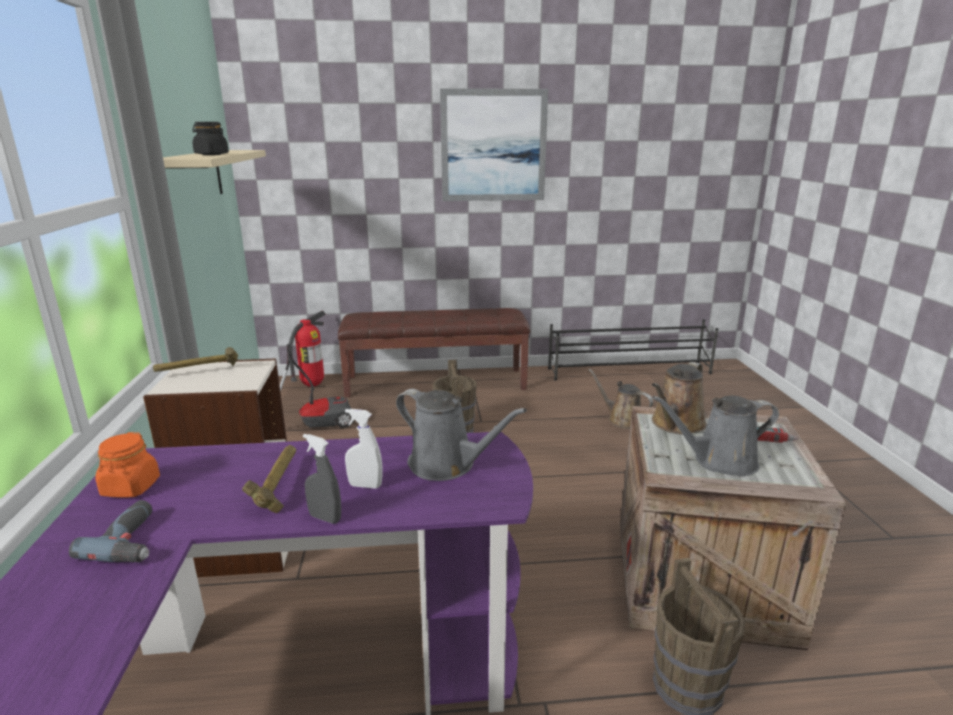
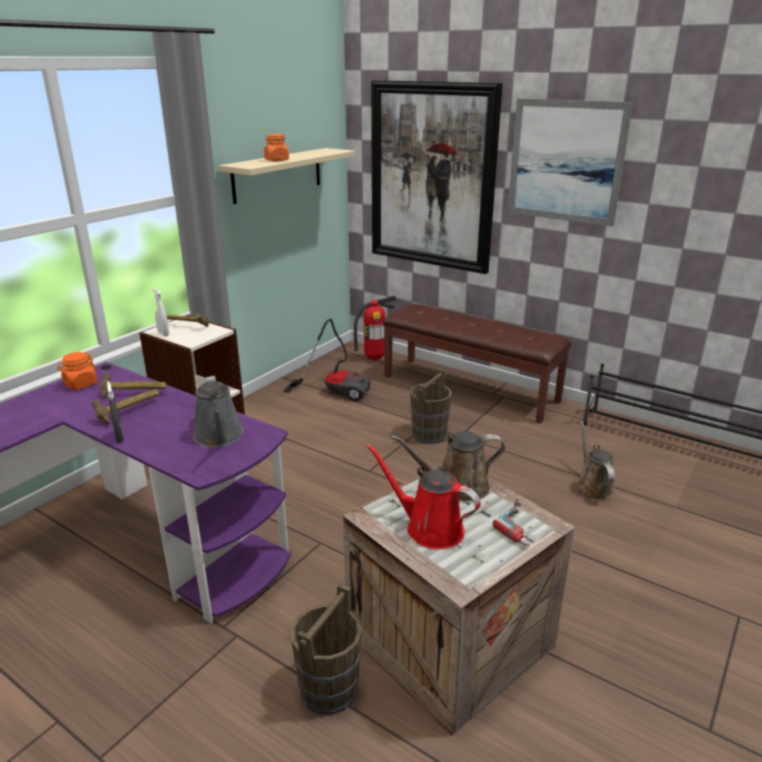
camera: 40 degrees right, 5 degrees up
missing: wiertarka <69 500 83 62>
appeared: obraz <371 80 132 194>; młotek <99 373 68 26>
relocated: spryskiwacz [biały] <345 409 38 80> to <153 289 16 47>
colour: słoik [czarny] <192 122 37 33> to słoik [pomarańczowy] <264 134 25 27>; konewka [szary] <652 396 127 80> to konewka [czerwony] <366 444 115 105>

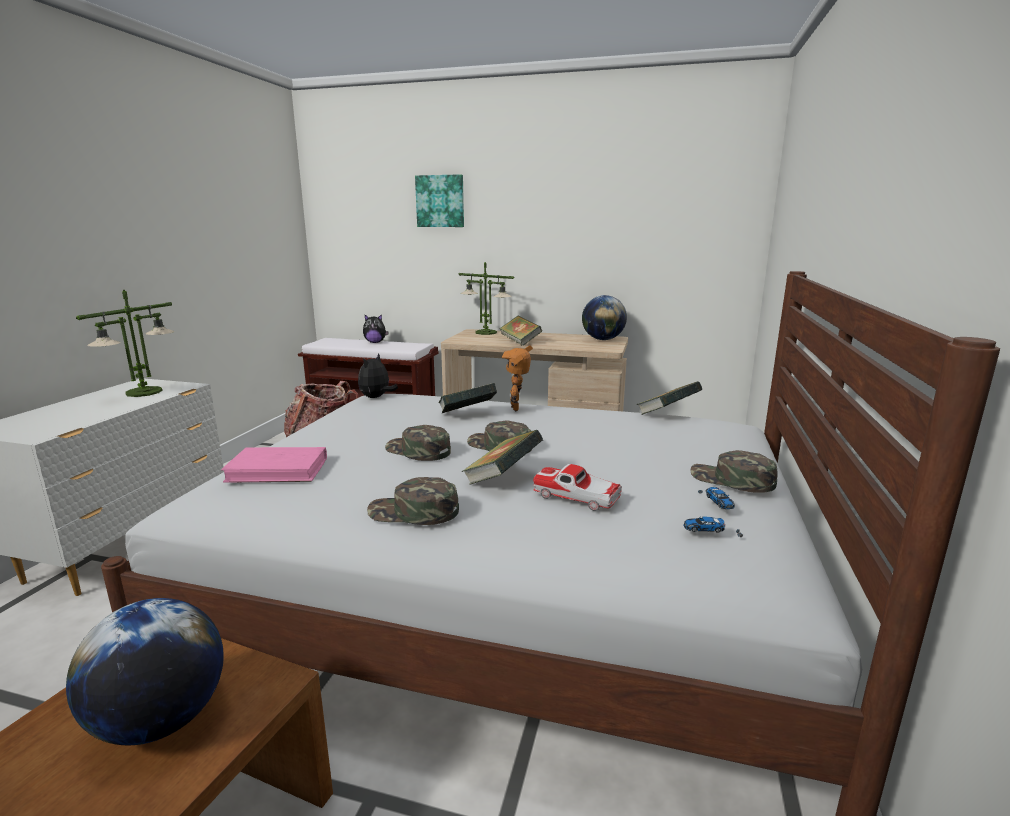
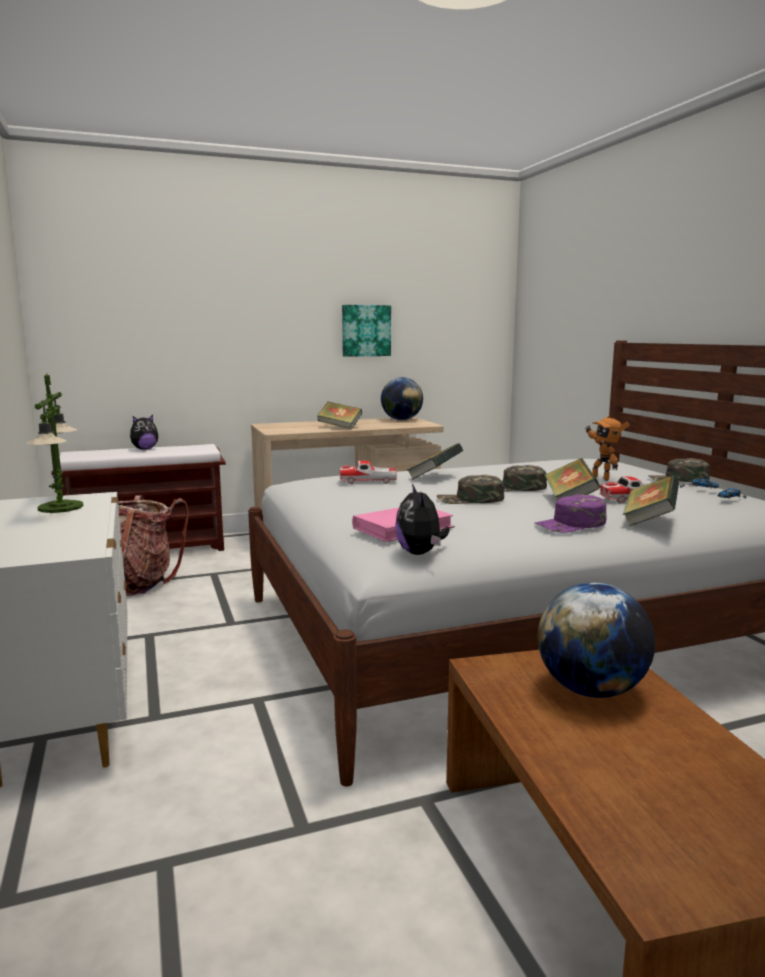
camera: 35 degrees left, 5 degrees down
missing: lampa stołowa <459 262 55 73>
appeared: samochodzik <339 461 58 23>
relocated: obraz <415 174 49 53> to <342 305 49 52>; robot zabawkowy <502 345 31 66> to <585 415 45 66>; pluszak <358 354 40 44> to <395 484 54 71>; książka <637 381 66 34> to <623 476 56 50>
colour: czapka z daszkiem [zielony] <367 477 92 48> to czapka z daszkiem [fioletowy] <534 494 73 39>

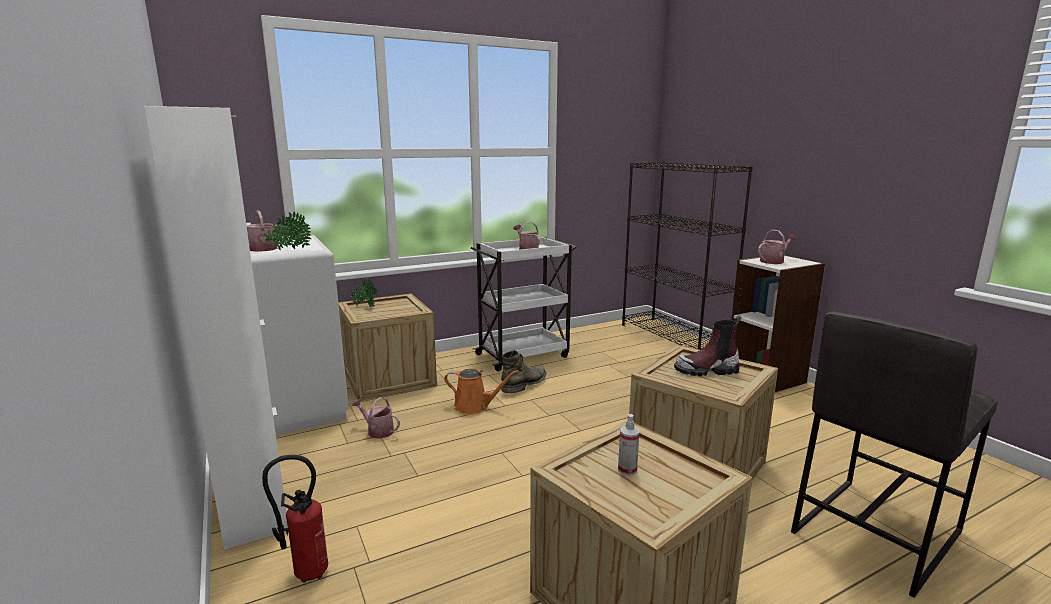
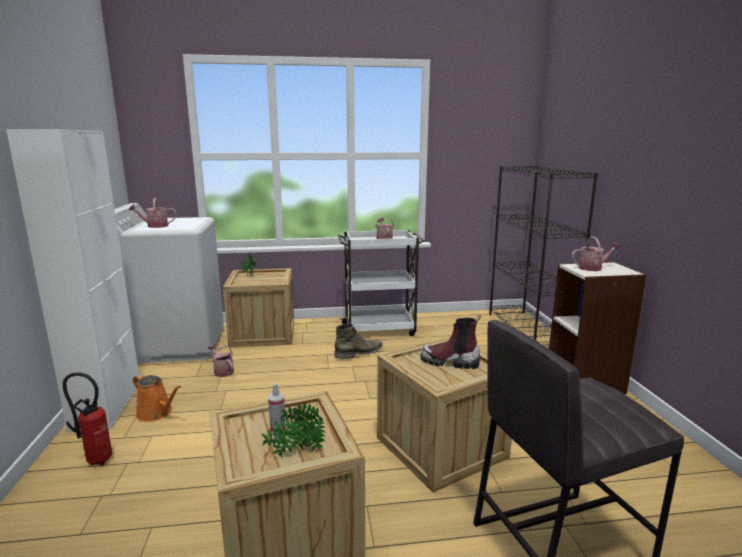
camera: 20 degrees right, 0 degrees up
relocated: roślina doniczkowa <264 211 47 40> to <262 403 63 54>; konewka [pomarańczowy] <444 369 75 46> to <133 374 48 48>

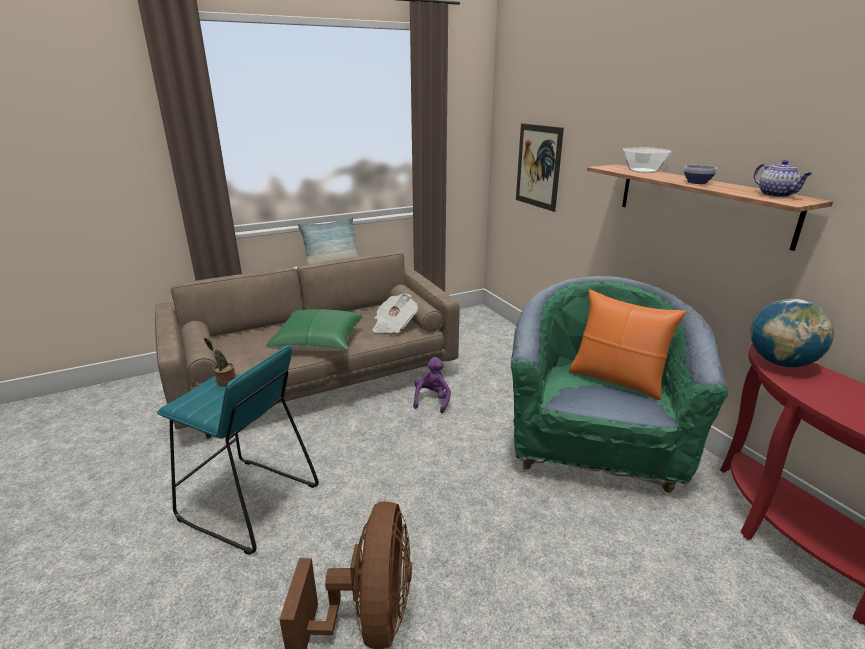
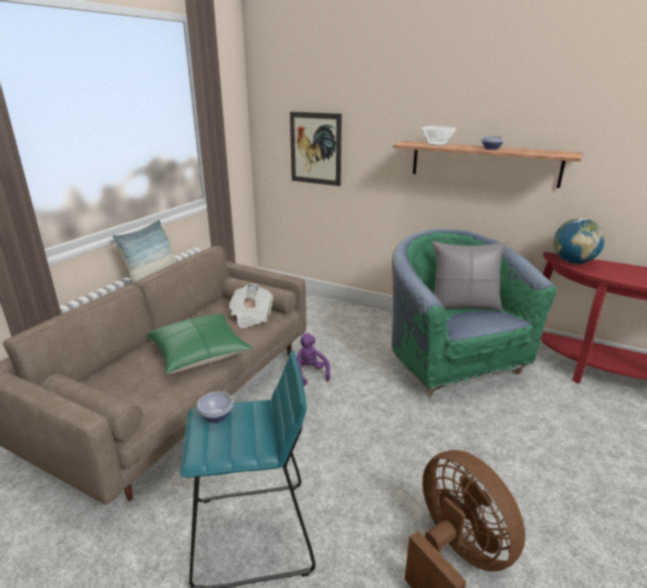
camera: 35 degrees left, 0 degrees up
missing: imbryk <754 160 58 37>
exchanged: roślina doniczkowa <204 338 32 49> to miska <197 392 36 31>
colour: poduszka [pomarańczowy] <569 290 117 110> to poduszka [szary] <432 241 73 70>

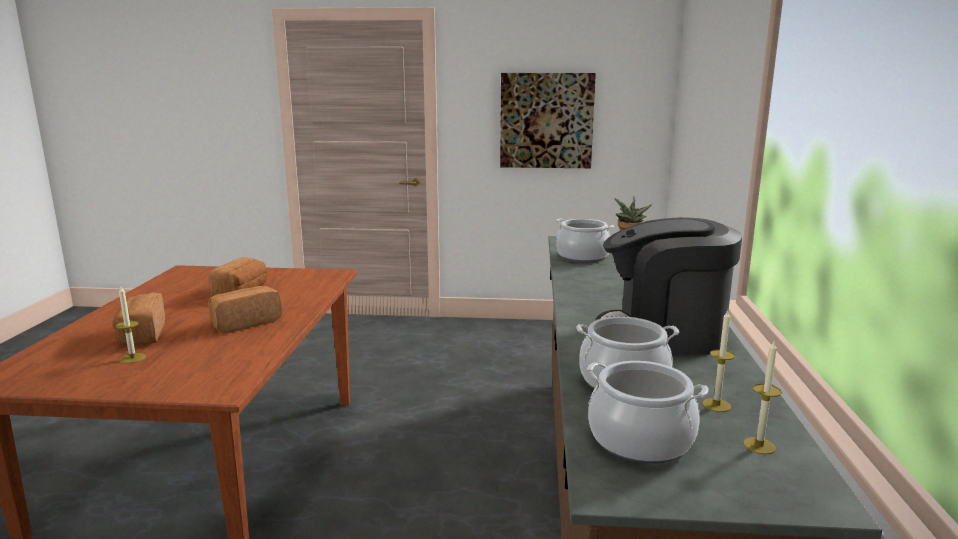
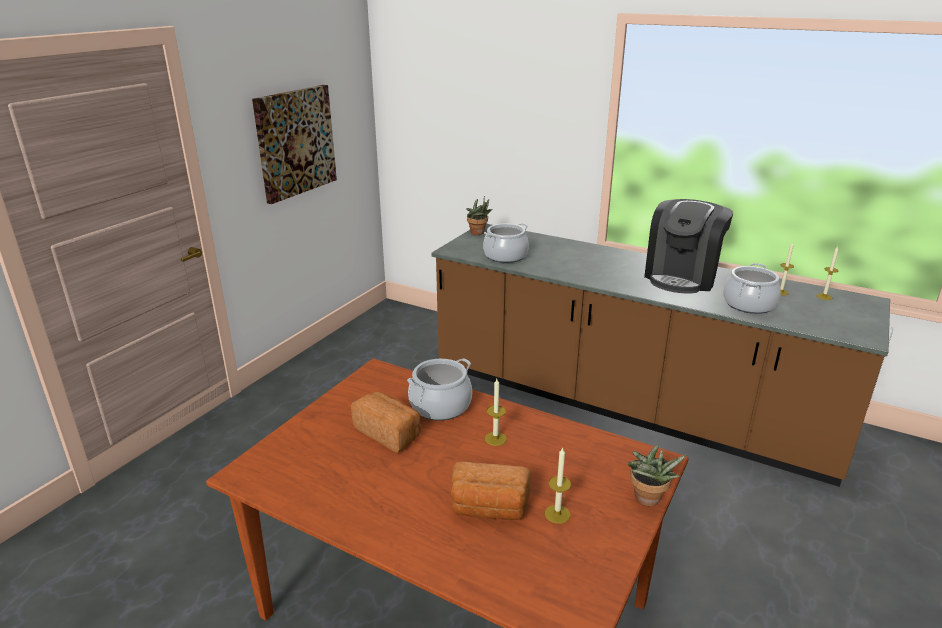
camera: 65 degrees left, 10 degrees up
appeared: roślina doniczkowa <627 445 60 61>
relocated: garnek <587 361 121 102> to <407 358 65 63>
exchanged: chleb <208 286 74 47> to świeca <485 379 22 67>

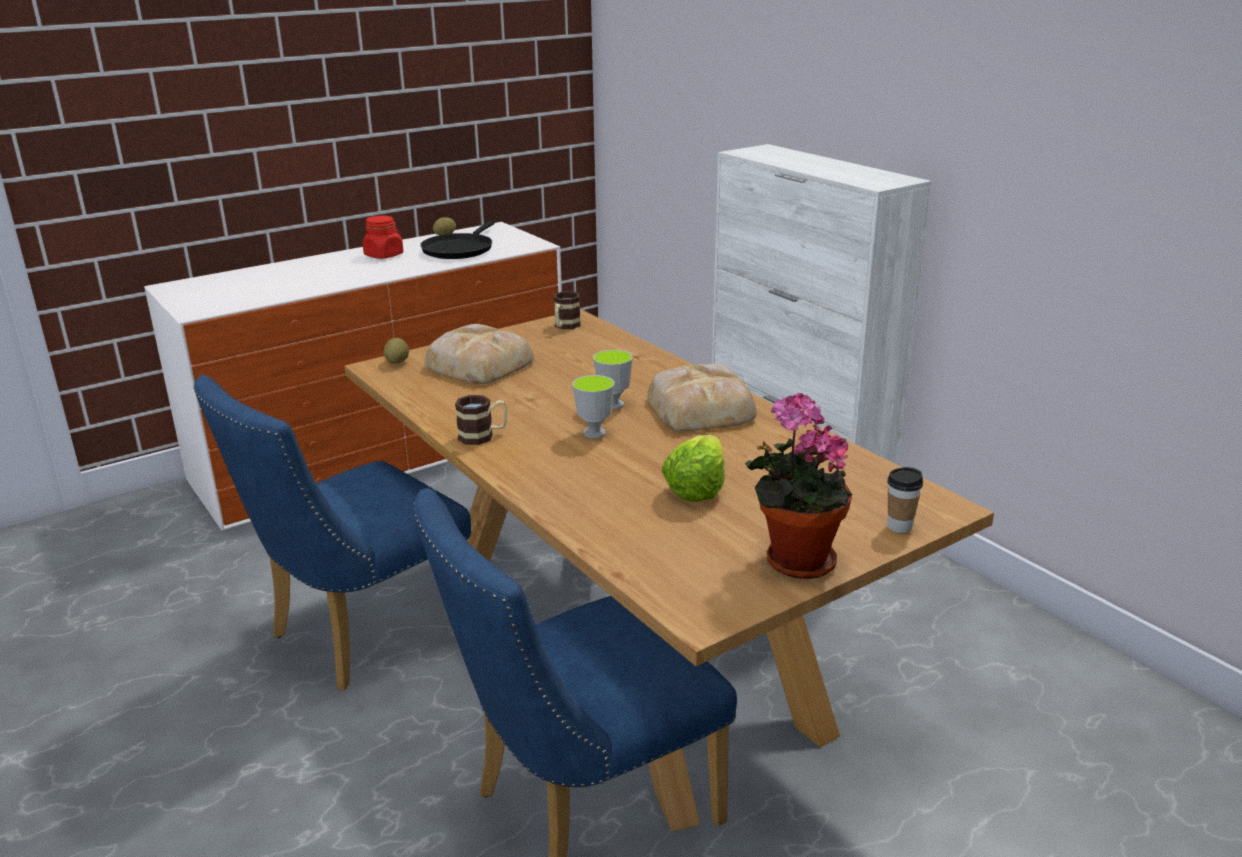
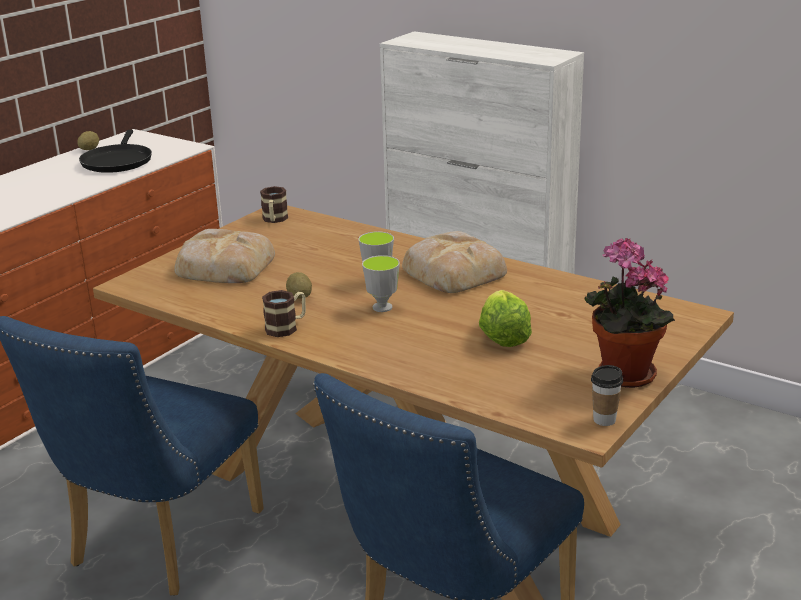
camera: 20 degrees left, 0 degrees up
missing: słoik [czerwony] <363 216 40 43>
relocated: ziemniak <383 338 26 25> to <286 272 26 27>; filiżanka <887 467 36 66> to <591 365 32 61>

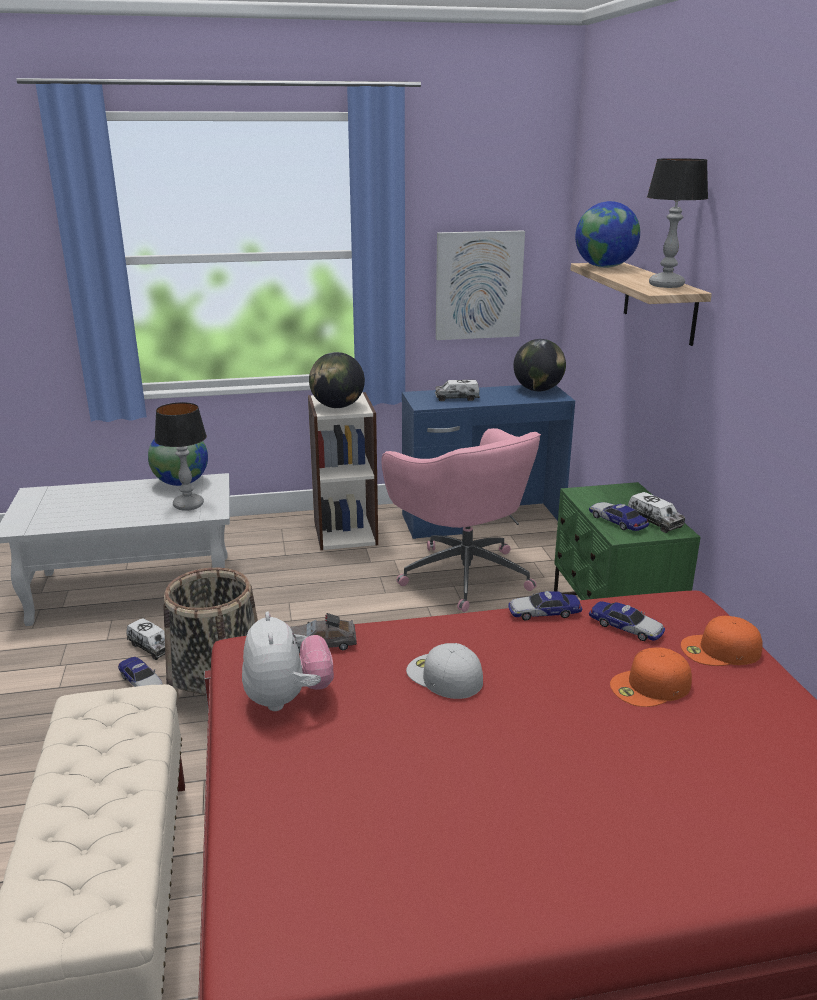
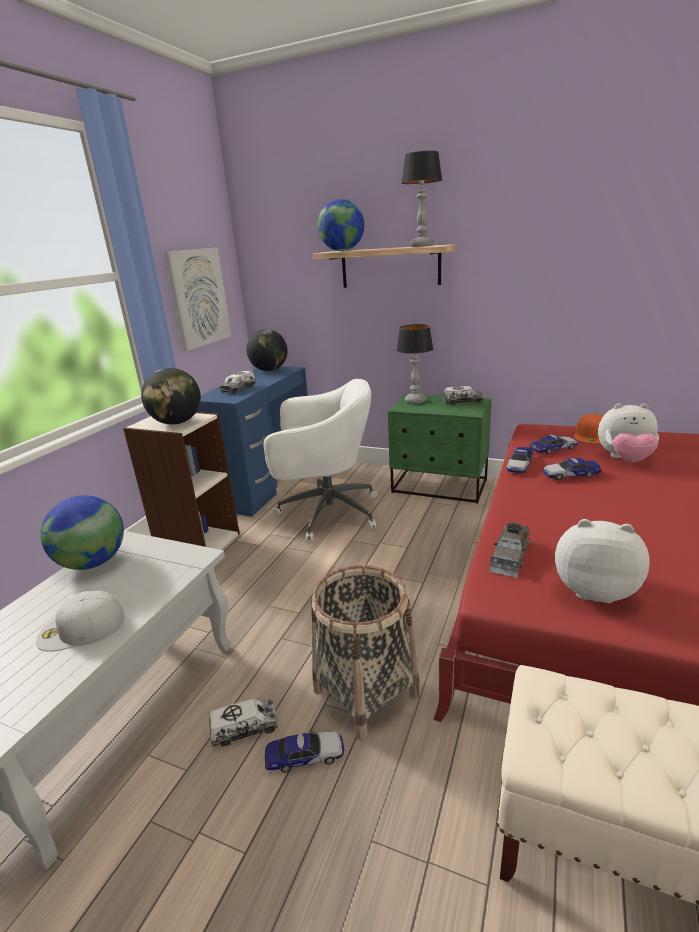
camera: 55 degrees left, 0 degrees up
relocated: lampa stołowa <154 402 53 109> to <396 324 37 80>; samochodzik <589 502 60 29> to <542 458 60 22>; czapka z daszkiem [biały] <406 643 77 56> to <36 591 89 61>
exchanged: czapka z daszkiem [pomarańczowy] <610 648 82 59> to pluszak <598 403 61 59>
colour: krzesło biurowe [różowy] <381 428 160 184> to krzesło biurowe [biały] <264 379 114 163>

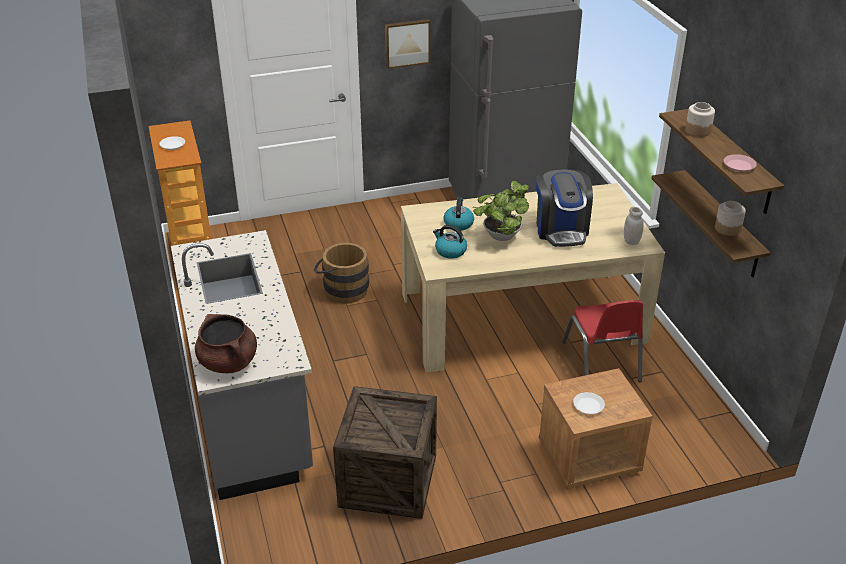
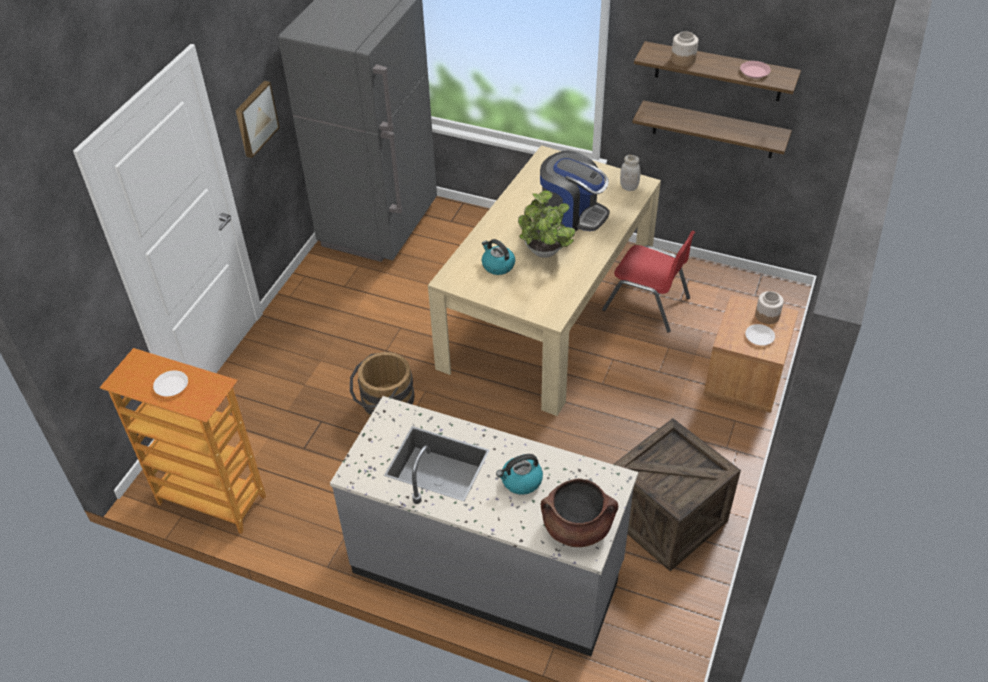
camera: 50 degrees left, 10 degrees up
relocated: słoik <715 201 31 35> to <755 291 29 33>; czajnik <433 225 34 34> to <496 454 47 41>

